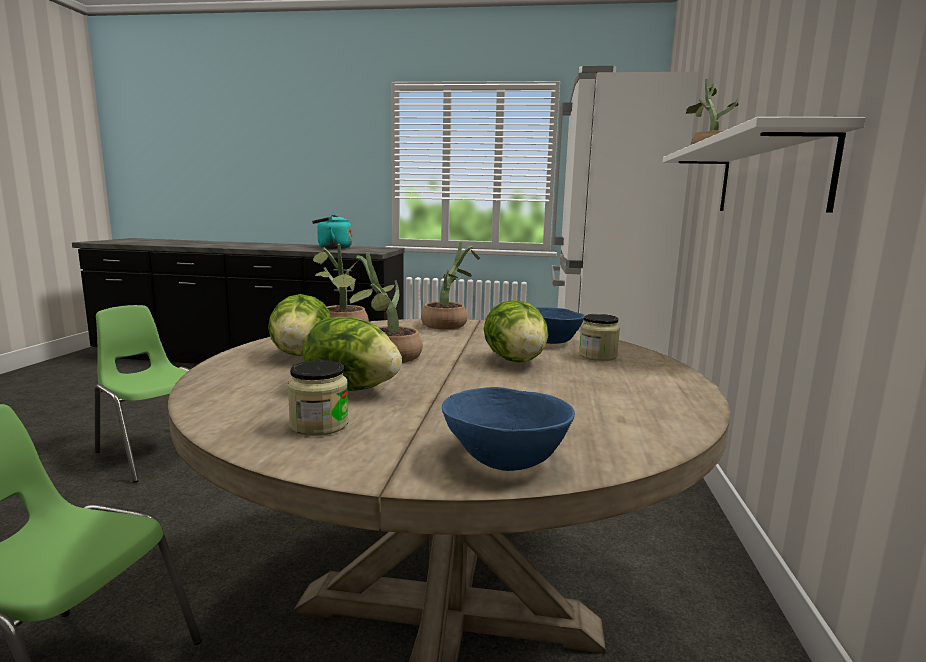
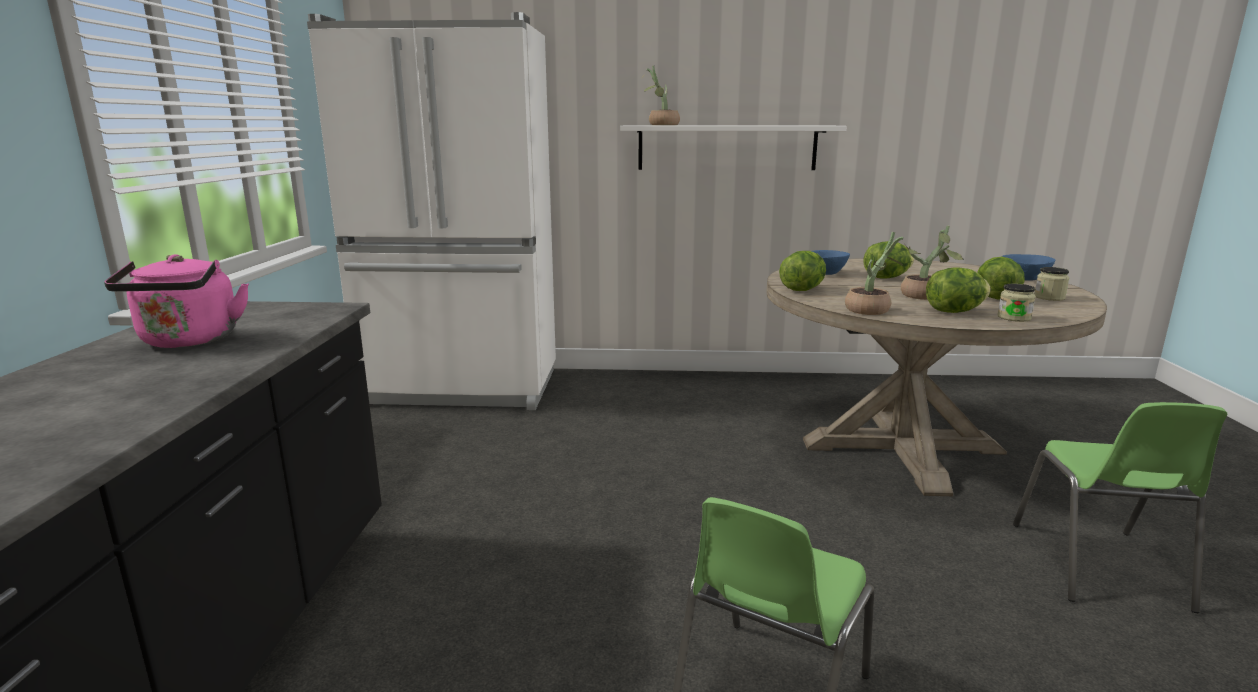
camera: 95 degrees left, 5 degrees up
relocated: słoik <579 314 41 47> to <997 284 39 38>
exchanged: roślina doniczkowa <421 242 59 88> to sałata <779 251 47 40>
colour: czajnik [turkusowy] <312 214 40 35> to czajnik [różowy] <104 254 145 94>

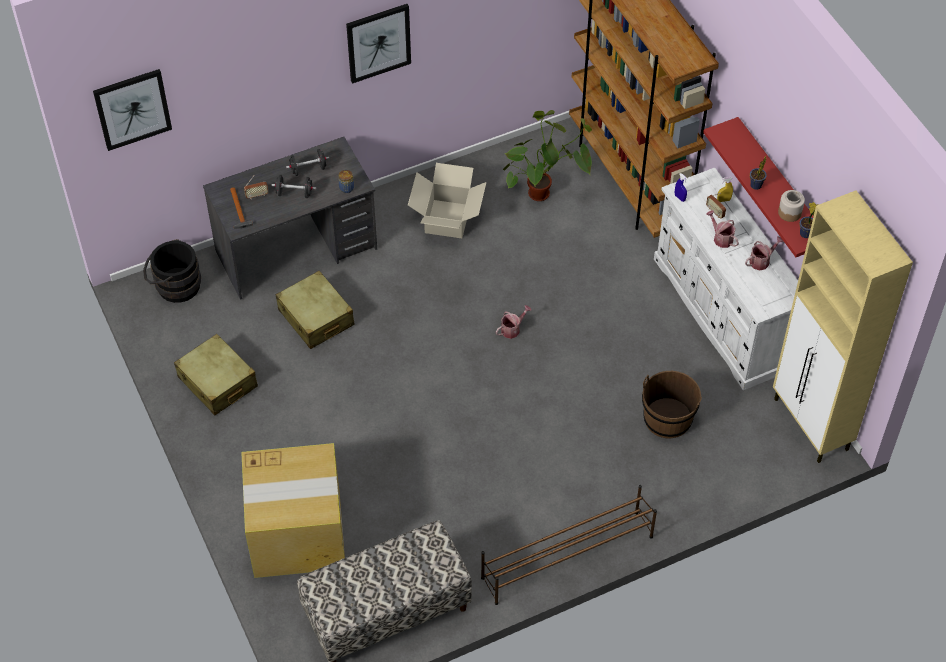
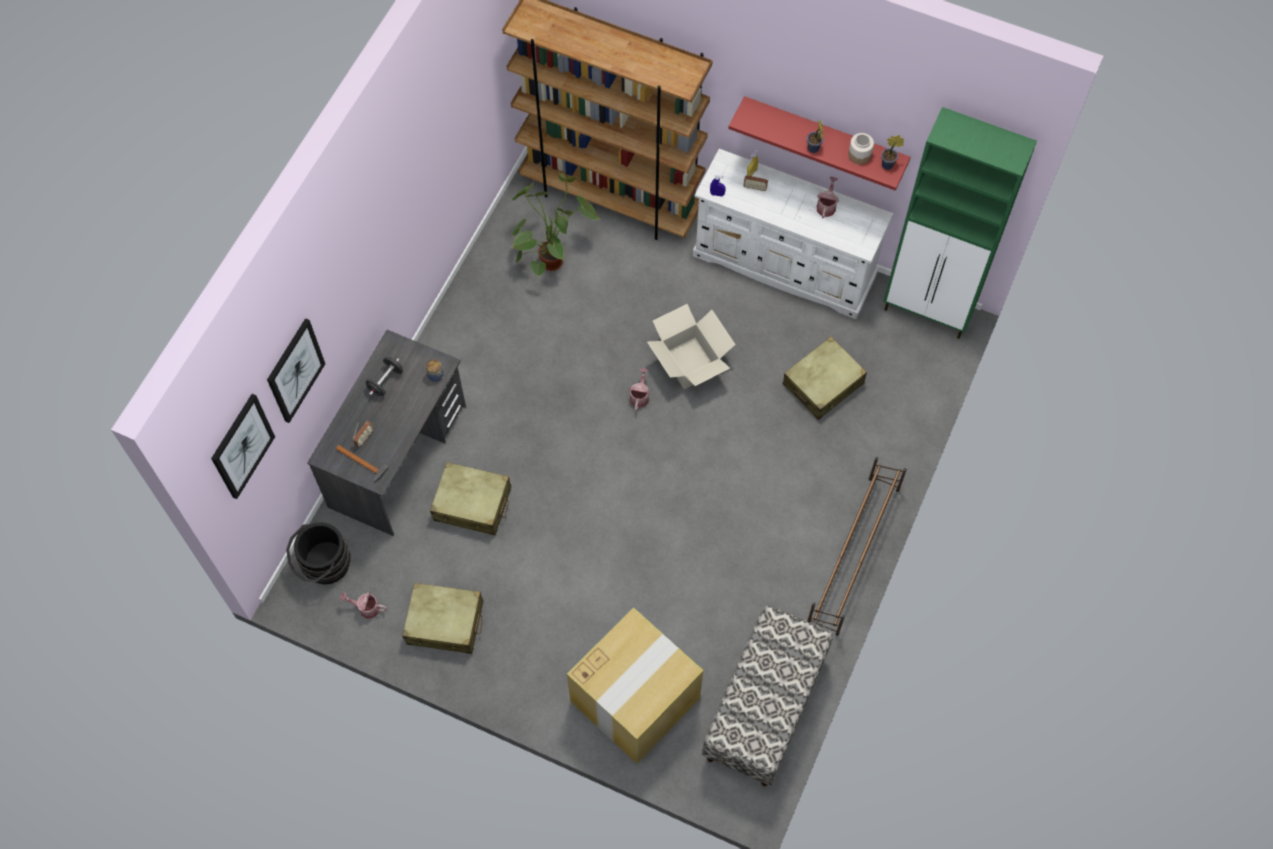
camera: 40 degrees left, 10 degrees up
missing: hantel [czarny] <271 175 45 23>
relocated: obraz <346 4 65 80> to <267 318 58 105>; karton <408 163 78 75> to <647 304 89 85>; konewka <706 210 33 38> to <340 592 47 27>
exchanged: wiadro [brązowy] <642 371 60 68> to walizka [beżowy] <783 336 84 84>
colour: szafka [beżowy] <773 190 140 273> to szafka [zielony] <883 107 154 232>

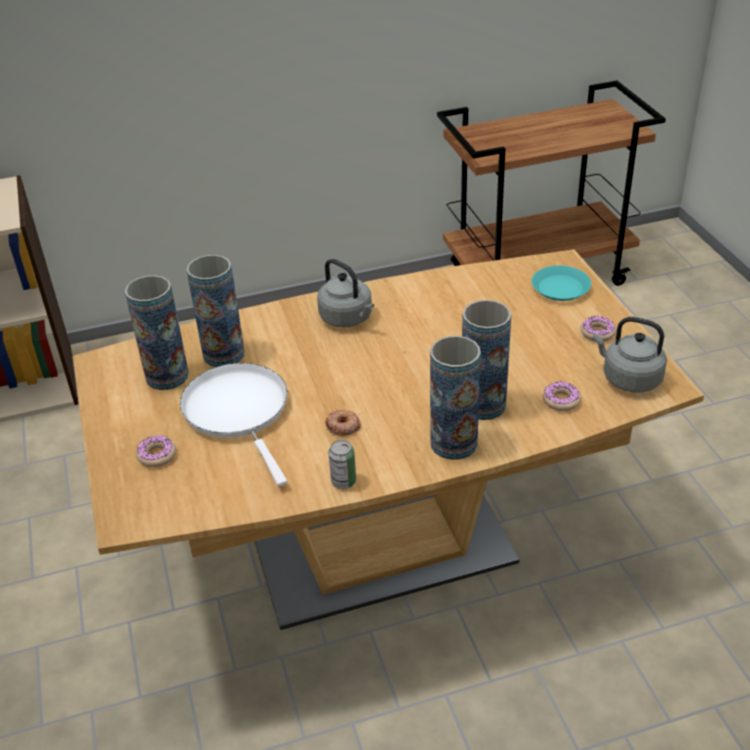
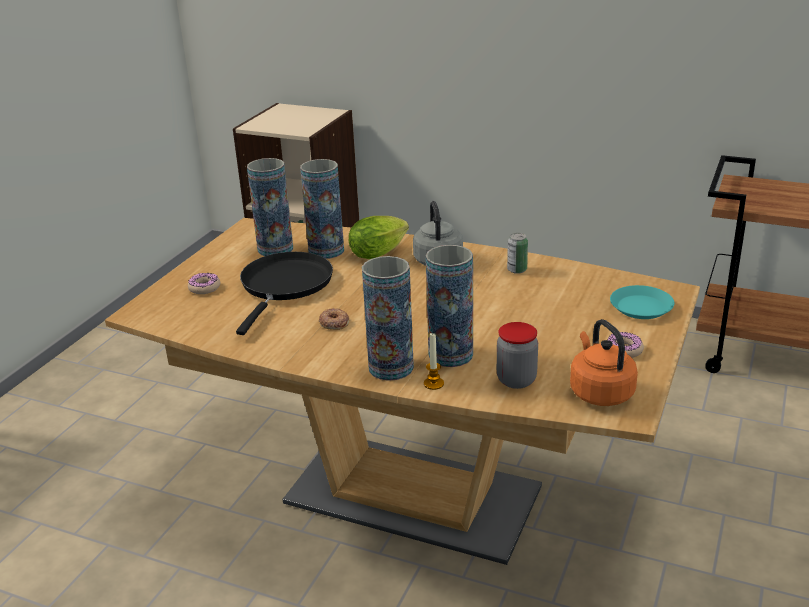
camera: 40 degrees right, 10 degrees down
appeared: sałata <349 216 60 43>; świeca <424 332 20 58>
relocated: puszka <328 440 28 49> to <507 233 21 41>
exchanged: donut <543 381 38 30> to słoik <497 322 41 67>
colour: czajnik [szary] <593 317 74 76> to czajnik [pomarańczowy] <570 319 68 87>; patelnia [biały] <180 363 108 124> to patelnia [czarny] <236 252 97 83>

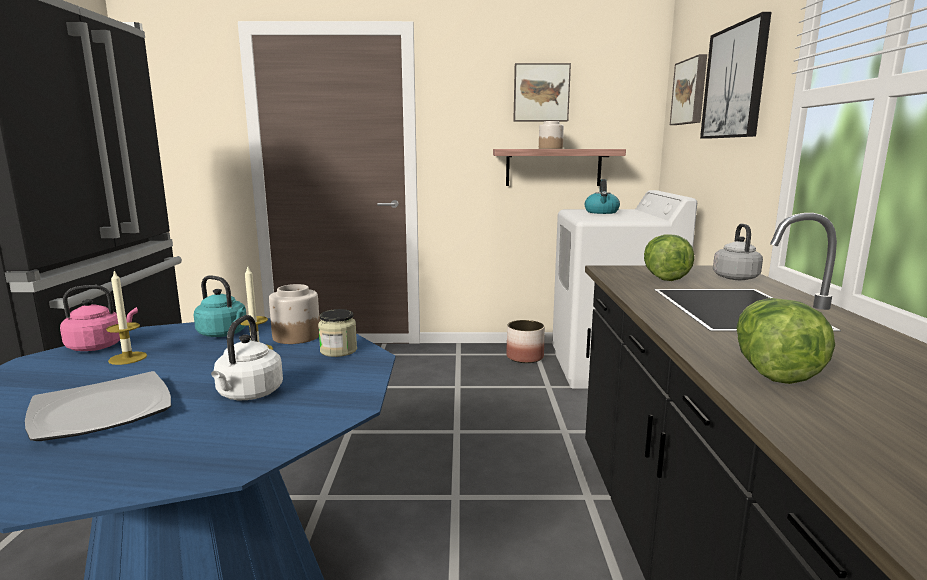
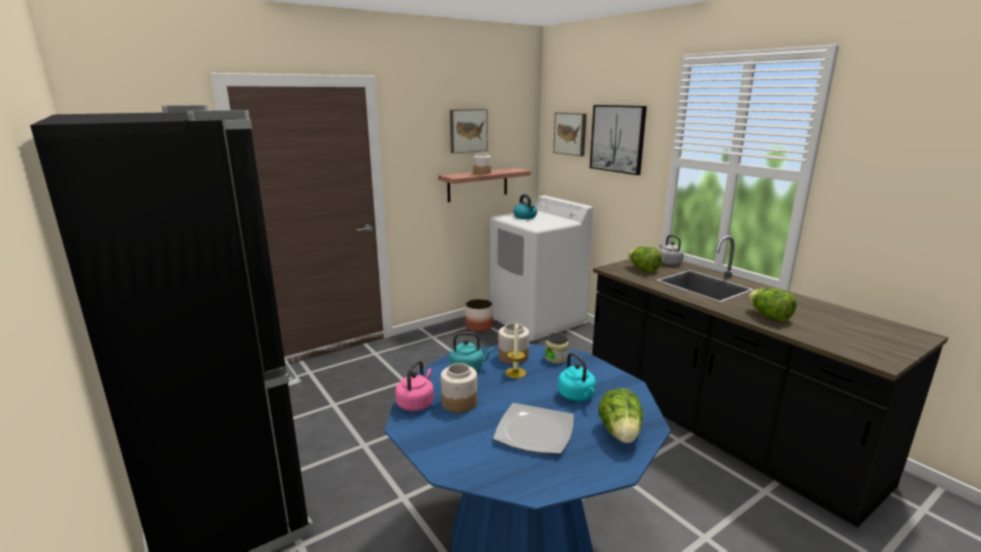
camera: 35 degrees left, 5 degrees up
appeared: sałata <598 388 45 55>
exchanged: świeca <106 271 41 94> to słoik <441 363 36 50>
colour: czajnik [biały] <211 315 72 85> to czajnik [turkusowy] <558 352 38 49>

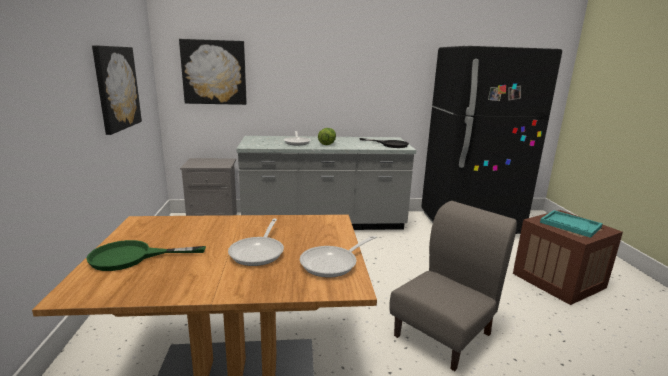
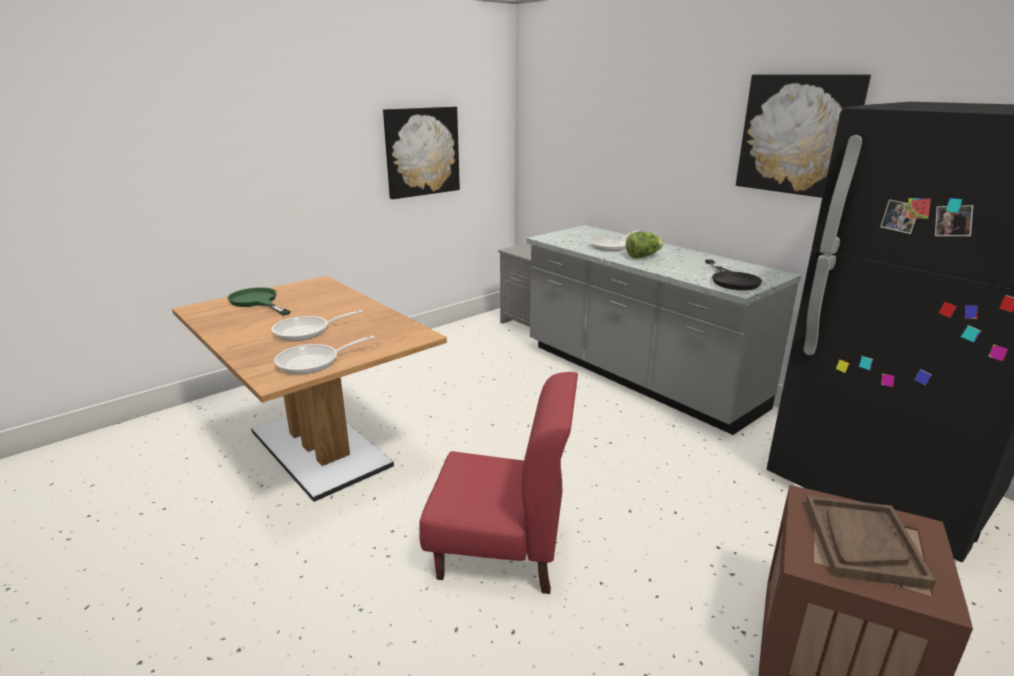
camera: 55 degrees right, 5 degrees up
relocated: obraz <179 39 68 66> to <736 74 135 124>
colour: krzesło [szary] <389 201 128 170> to krzesło [czerwony] <419 372 159 222>; taca [turkusowy] <540 210 63 28> to taca [brązowy] <806 496 130 94>
spun: patelnia <300 235 77 43> = <274 336 101 38> 45 degrees counterclockwise

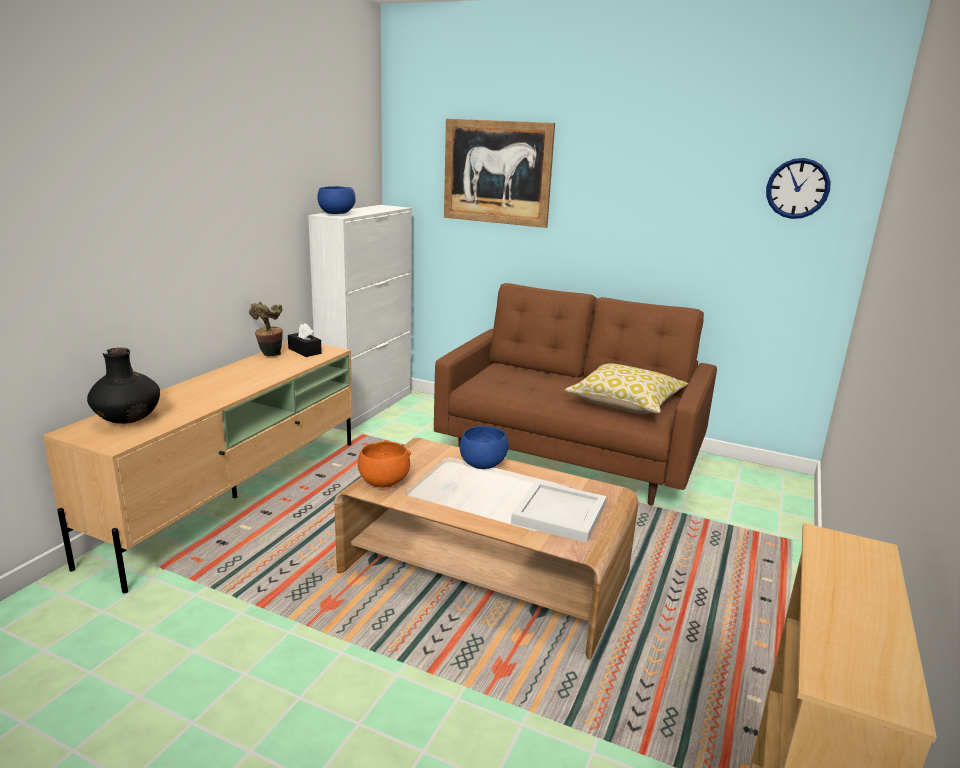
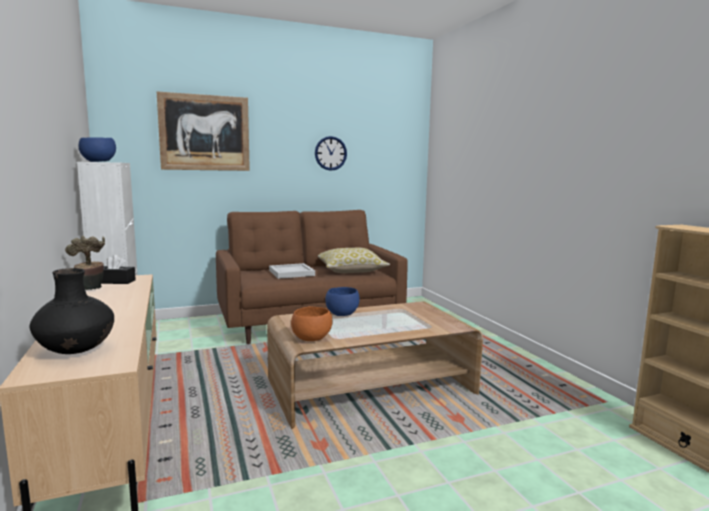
camera: 45 degrees left, 10 degrees down
relocated: zegar ścienny <766 158 64 61> to <315 136 32 35>; taca [biały] <511 480 96 63> to <269 263 46 16>

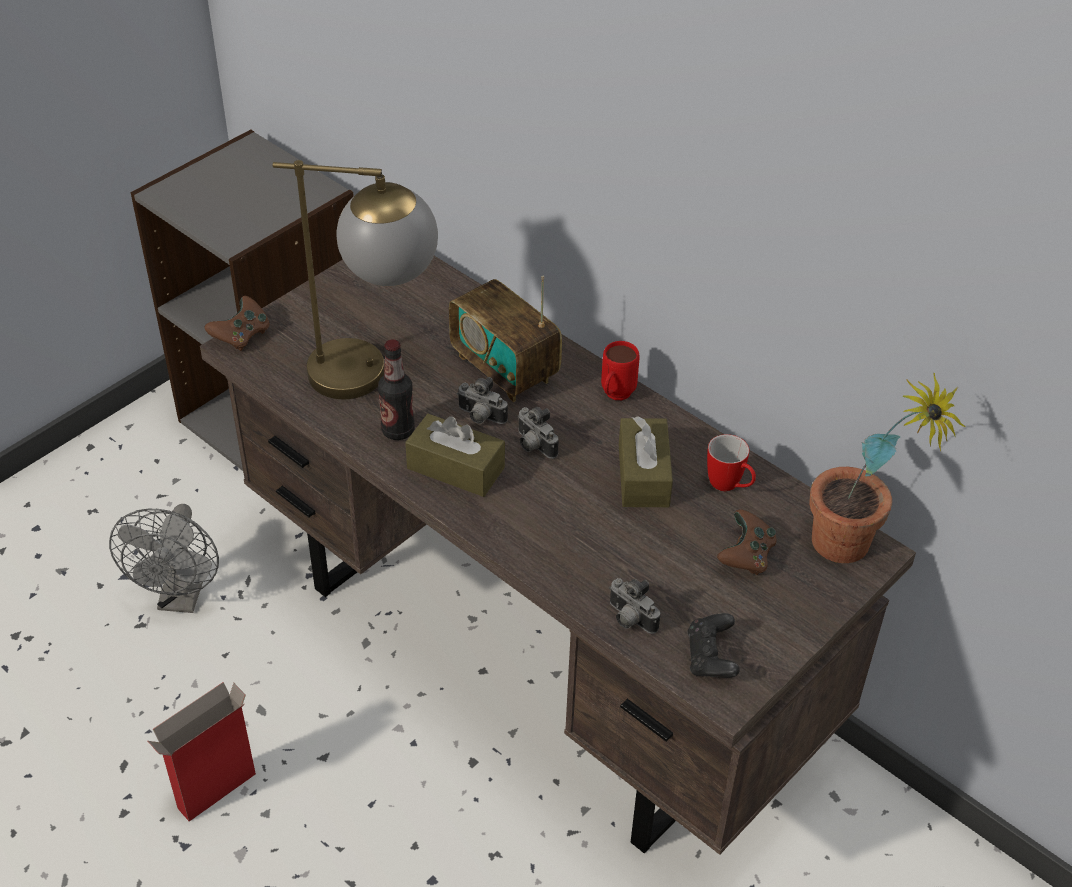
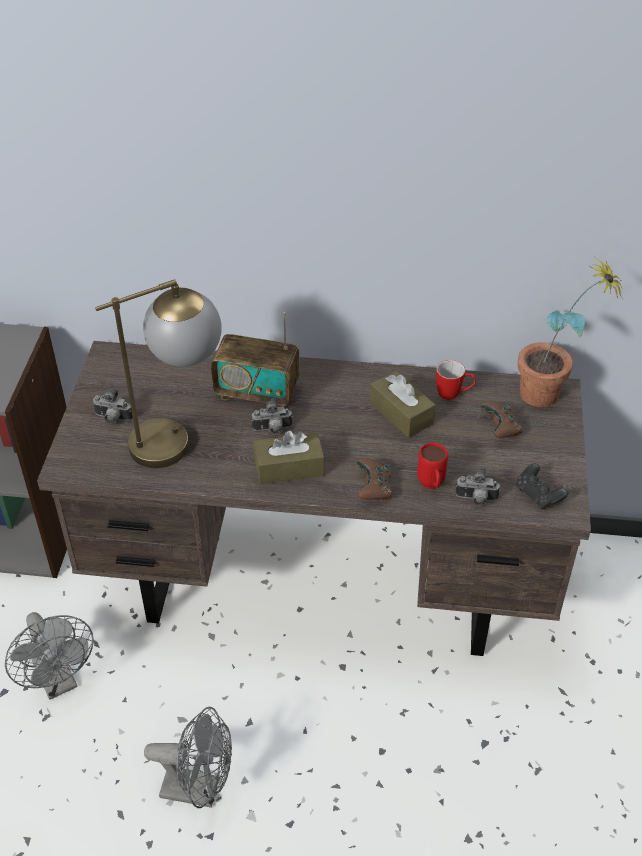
camera: 35 degrees left, 0 degrees up
missing: butelka <378 339 37 101>
relocated: pad do gier [brązowy] <205 296 65 55> to <356 458 36 42>; kubek [czerwony] <601 341 39 59> to <417 443 31 46>; aparat fotograficzny <518 407 41 52> to <93 388 40 35>
exchanged: karton <148 682 108 140> to wentylator [szary] <144 707 88 101>

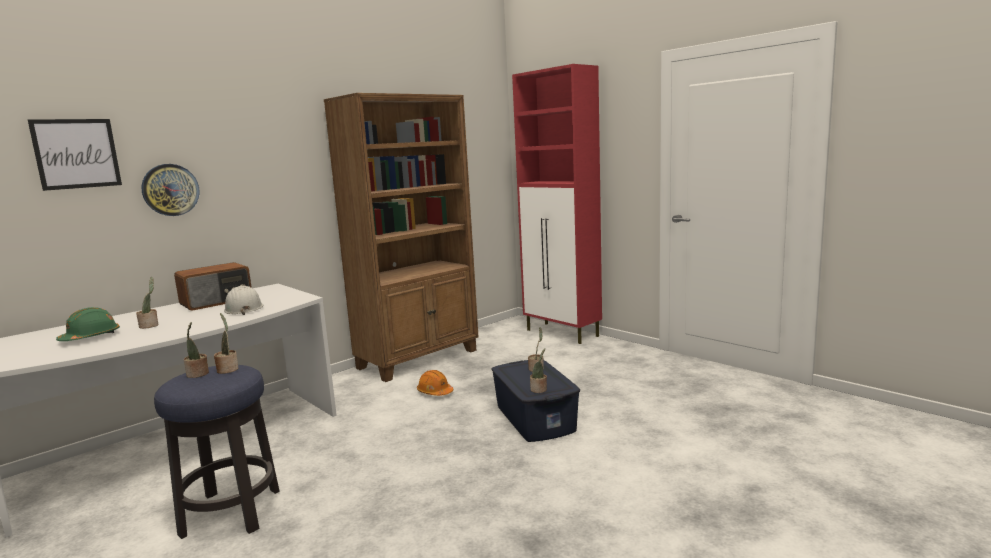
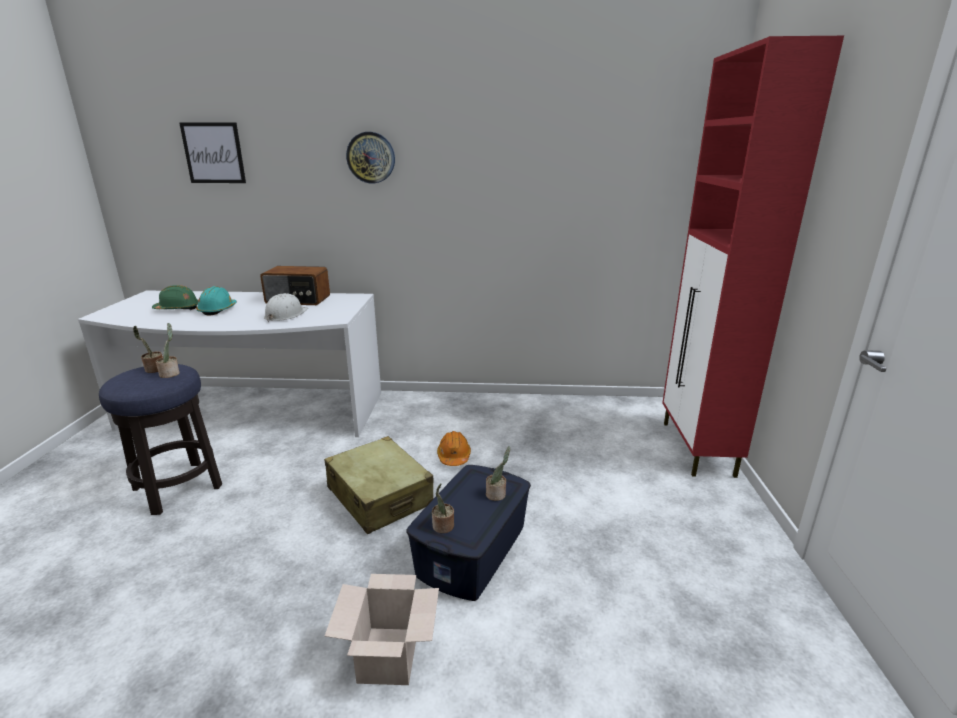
camera: 45 degrees right, 10 degrees up
missing: regał [brązowy] <324 93 154 289>
appeared: walizka [beżowy] <324 436 109 98>; karton <325 574 114 111>
relocated: zegar ścienny <141 164 59 52> to <346 132 49 51>
exchanged: roślina doniczkowa <136 277 23 52> to kask [turkusowy] <196 286 41 29>

